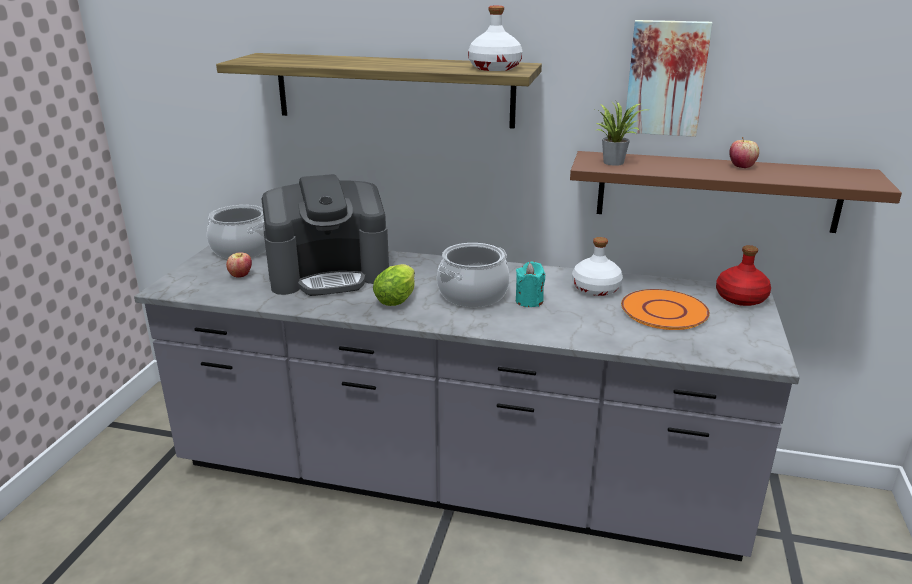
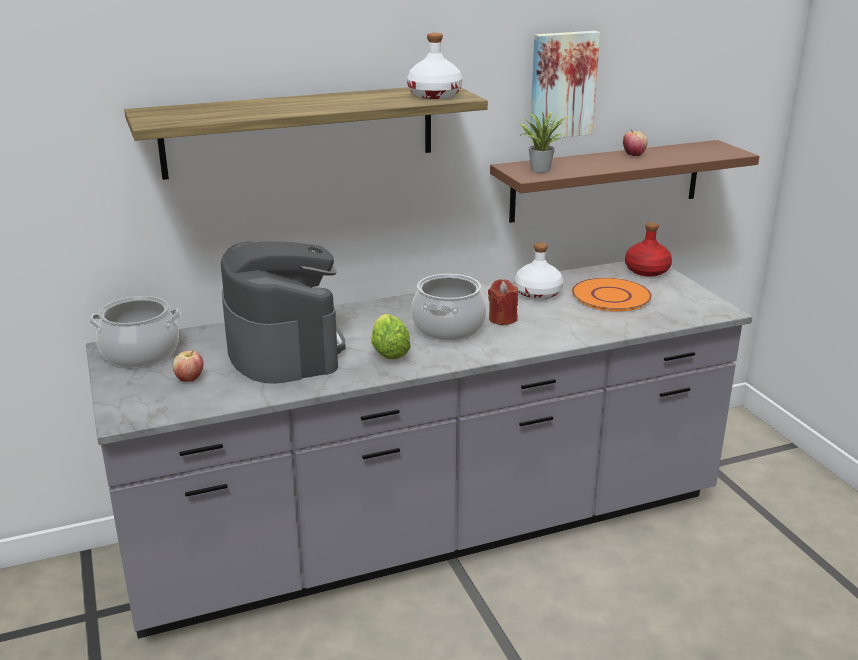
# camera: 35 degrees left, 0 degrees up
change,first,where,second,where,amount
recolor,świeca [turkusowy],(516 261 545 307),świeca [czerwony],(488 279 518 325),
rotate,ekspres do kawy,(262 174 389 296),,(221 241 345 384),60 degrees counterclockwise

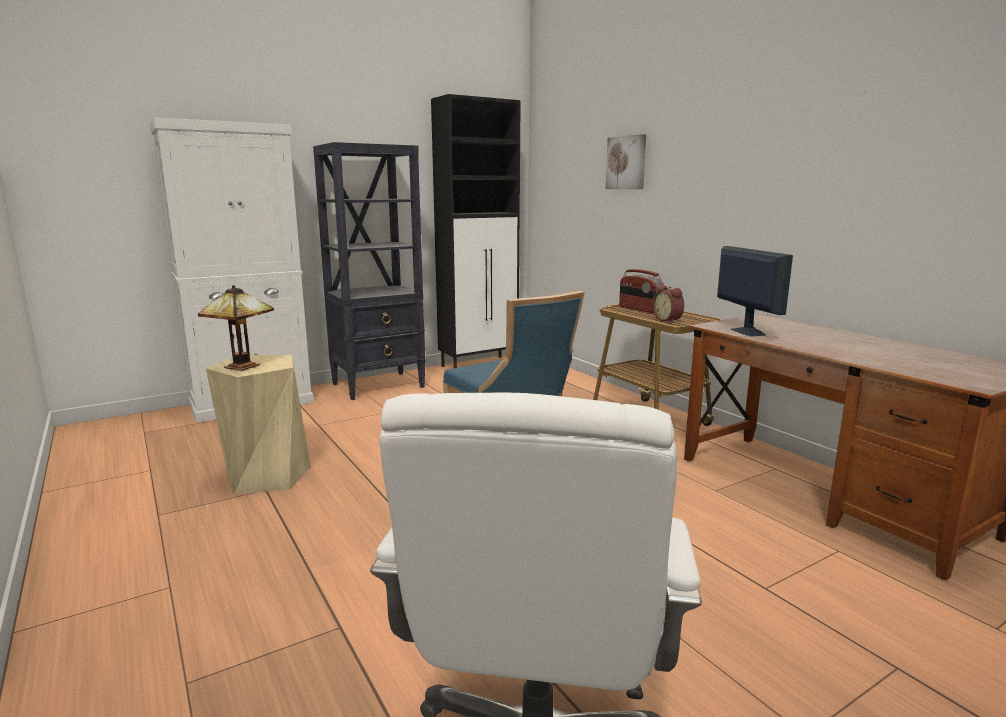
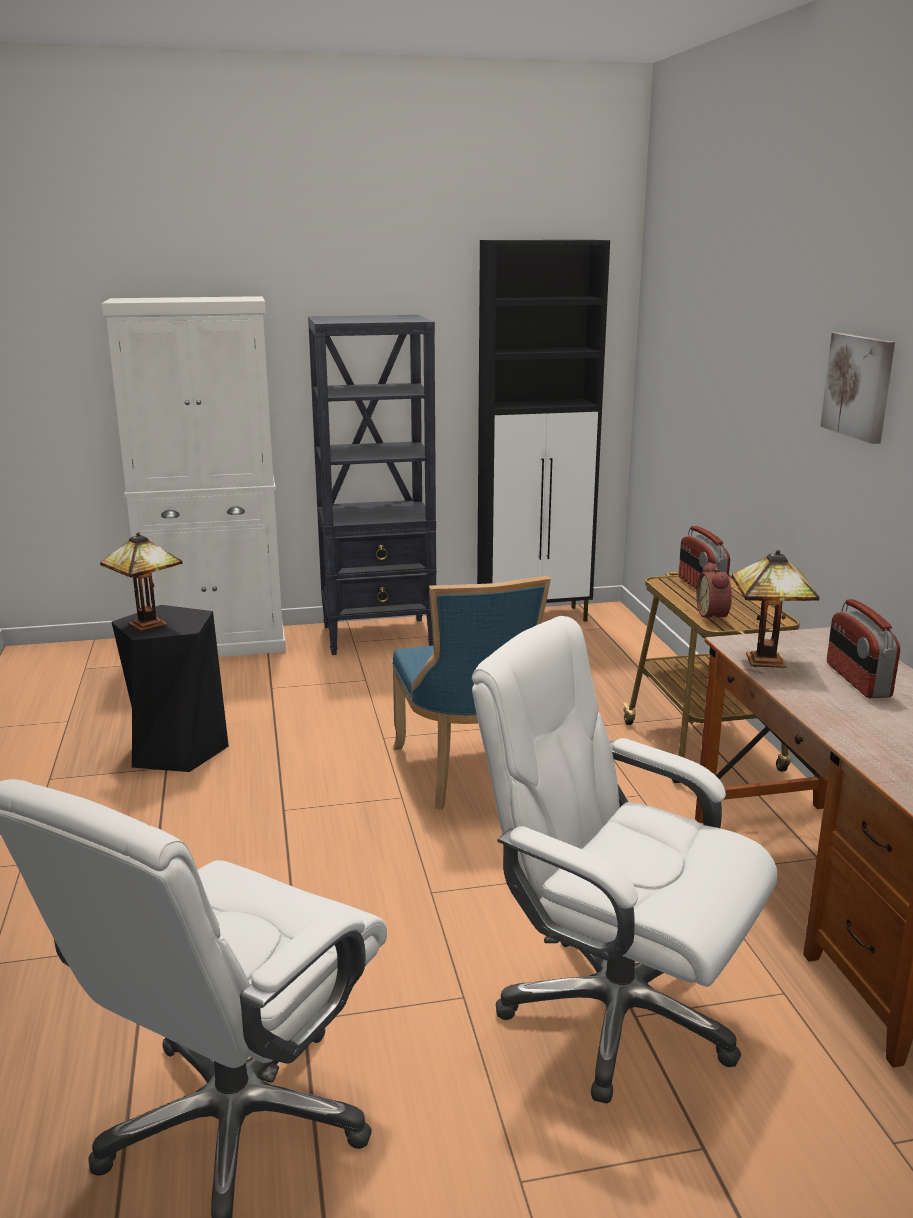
# camera: 20 degrees right, 5 degrees up
change,first,where,second,where,amount
insert,,,krzesło biurowe [biały],(472 616 778 1104),
insert,,,radio,(827 599 900 698),
move,obraz,(606 134 646 189),,(820 333 895 444),
replace,monitor,(717 246 793 336),lampa stołowa,(732 550 820 669),
recolor,stołek [beżowy],(206 355 311 494),stołek [czarny],(112 605 229 772),

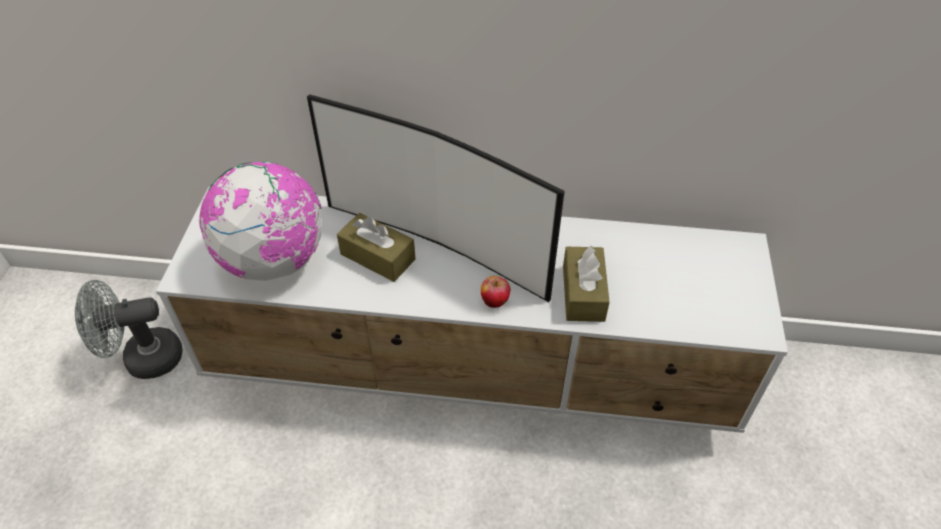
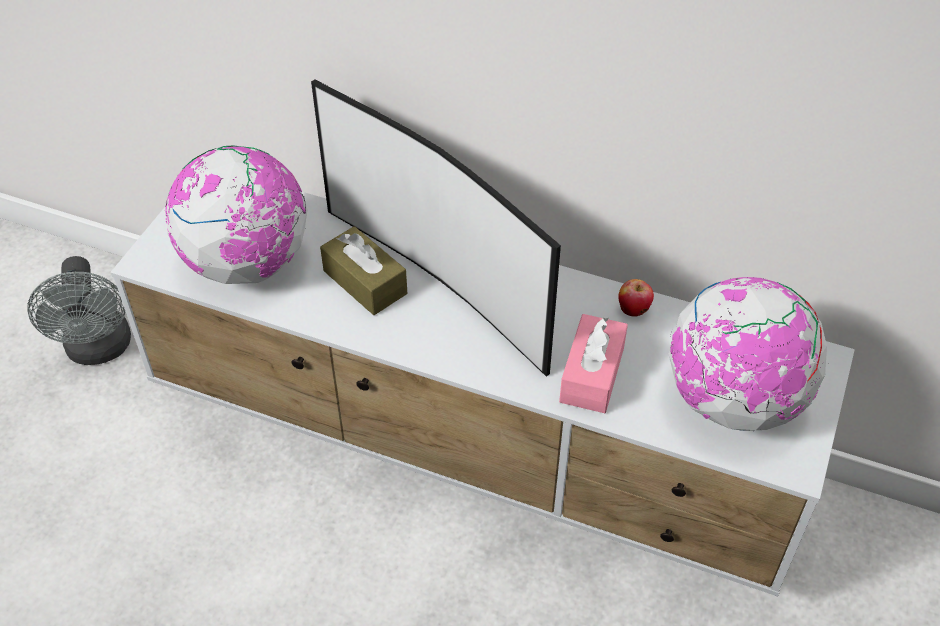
# camera: 15 degrees right, 0 degrees up
change,first,where,second,where,amount
insert,,,globus,(669 277 829 431),
move,jabłko,(481 276 510 308),,(618 279 654 317),
recolor,pudełko chusteczek [brązowy],(563 245 610 322),pudełko chusteczek [różowy],(559 314 628 413),
rotate,wentylator [szary],(75 280 183 379),,(27 256 131 365),105 degrees counterclockwise

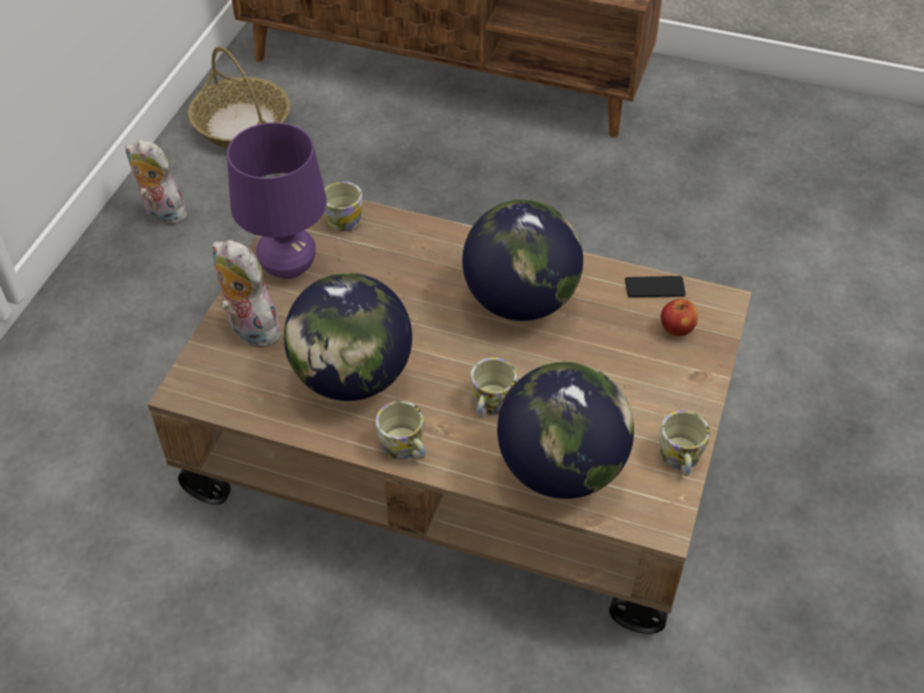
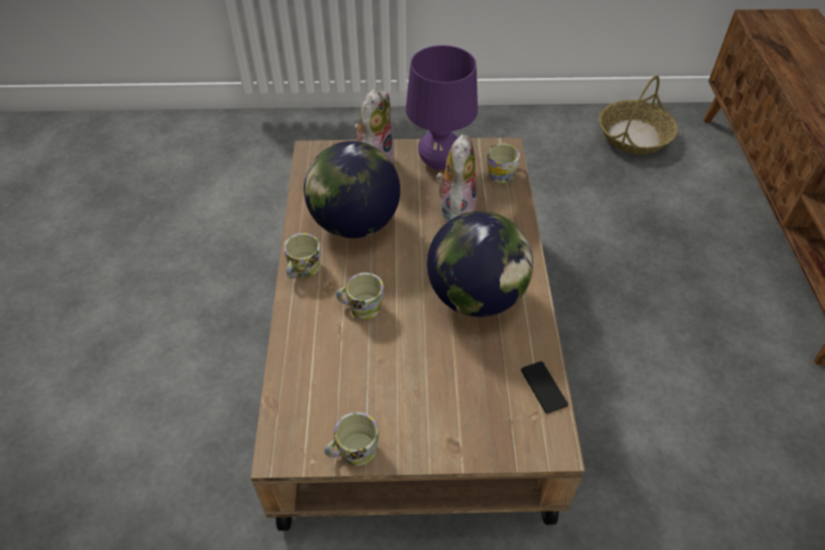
# camera: 70 degrees right, 0 degrees up
change,first,where,second,where,amount
delete,globus,(497 362 634 499),,,
delete,jabłko,(661 299 698 336),,,
move,pluszak,(125 139 187 226),,(436 134 477 222),

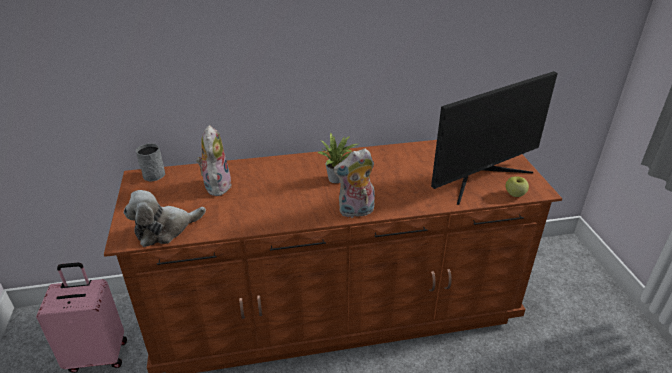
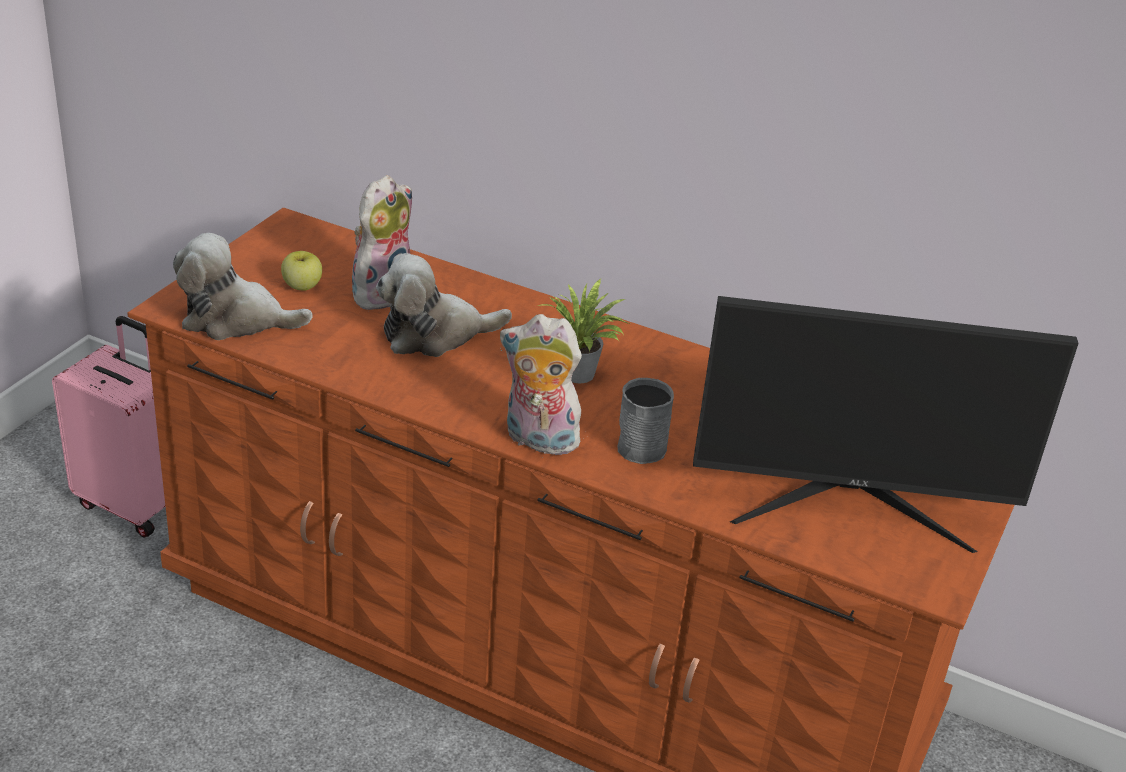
# camera: 35 degrees right, 0 degrees up
change,first,where,second,where,amount
insert,,,pluszak,(376 253 512 357),
move,kubek [szary],(136 143 165 181),,(618 378 674 464),
move,jabłko,(506 176 529 197),,(281 251 322 291),

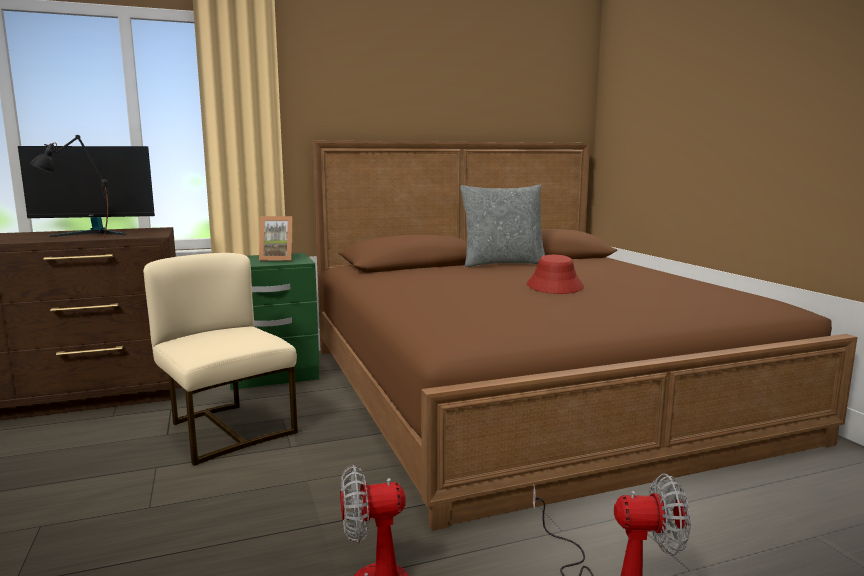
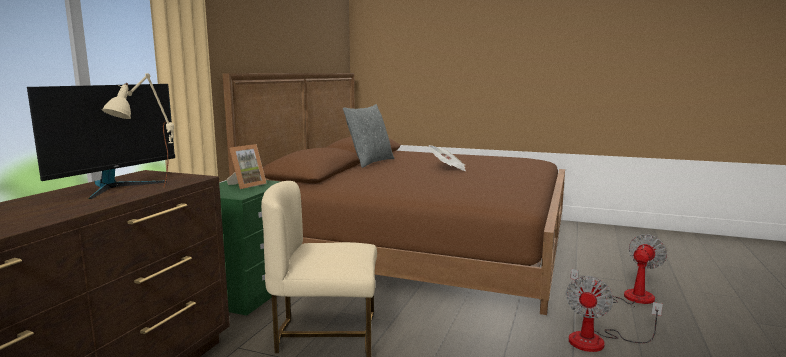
# camera: 50 degrees left, 0 degrees up
change,first,where,second,where,amount
replace,kapelusz [czerwony],(527 255 584 294),gazeta,(429 145 466 171),
recolor,lampa stołowa [czarny],(30 135 109 238),lampa stołowa [beżowy],(102 73 174 188),

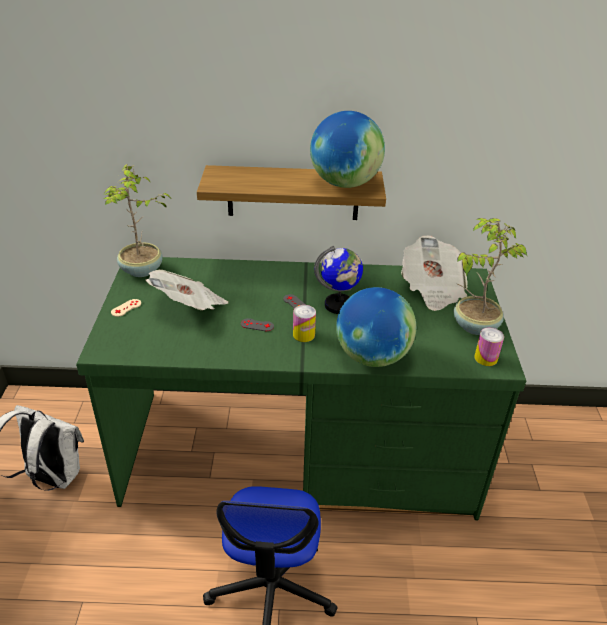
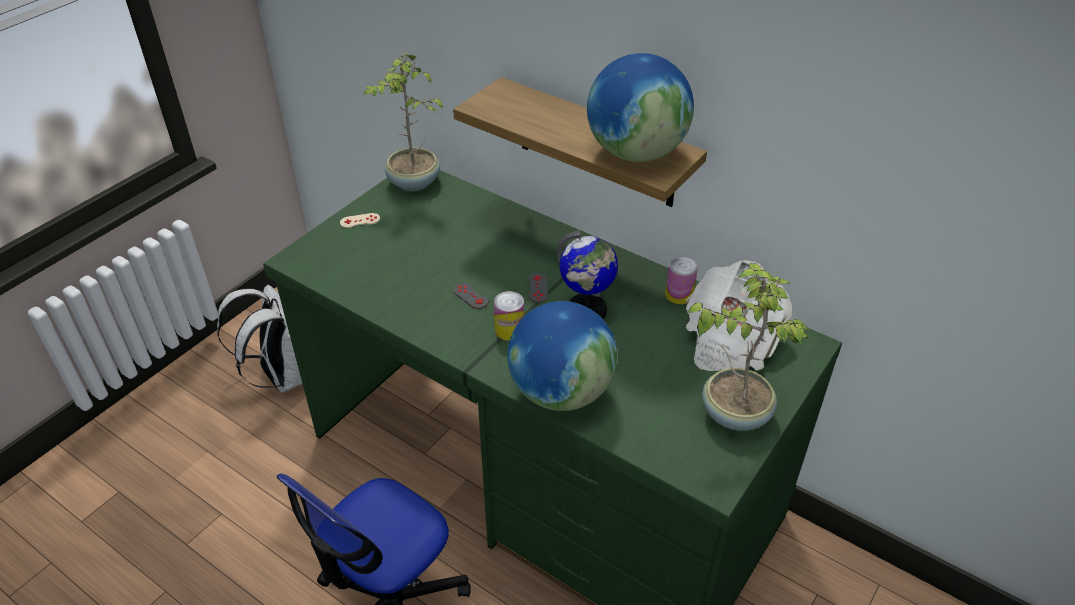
# camera: 35 degrees right, 5 degrees up
change,first,where,second,where,amount
delete,gazeta,(145 270 228 311),,,
move,puszka,(474 328 504 366),,(665 257 698 304),

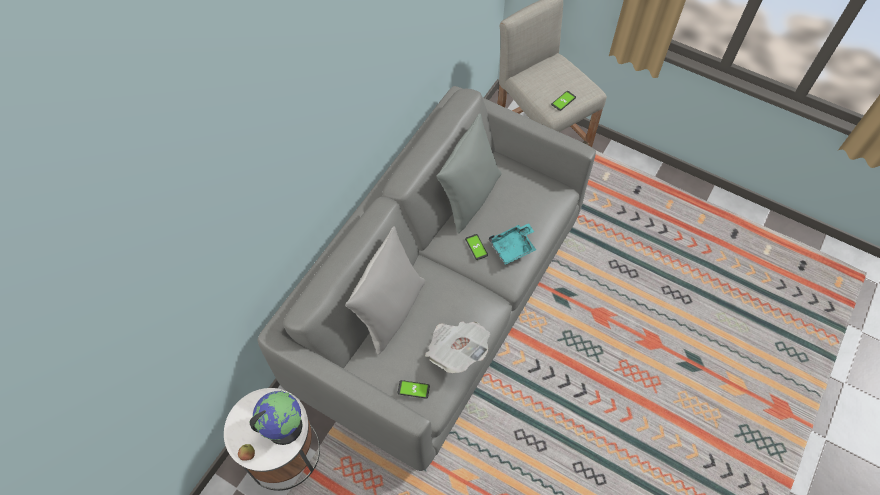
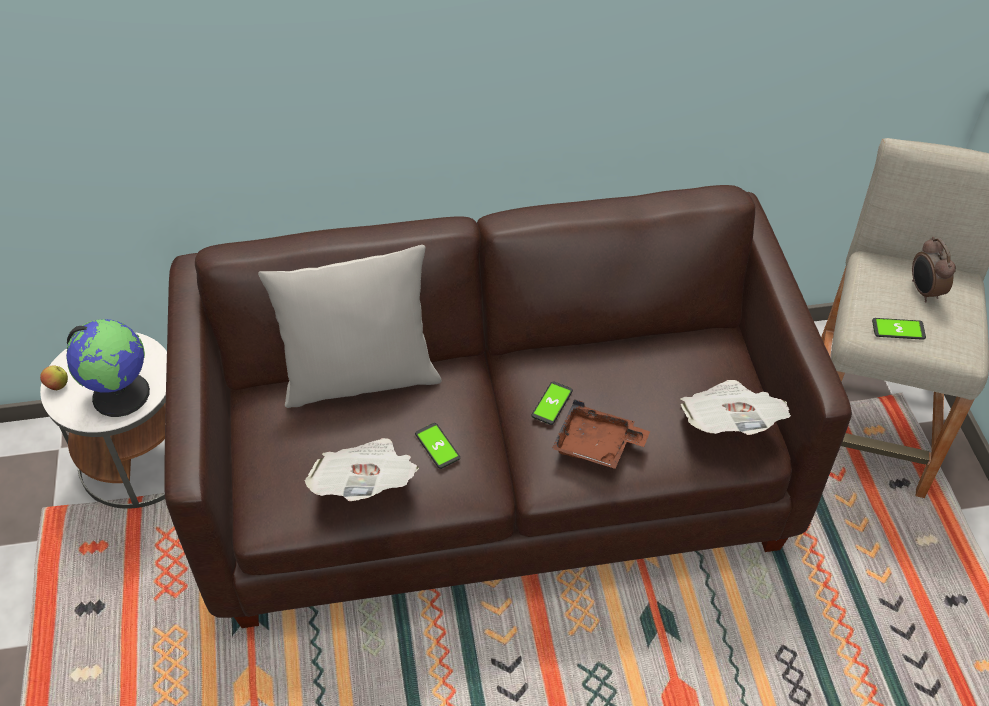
# camera: 50 degrees right, 10 degrees down
change,first,where,second,where,amount
delete,poduszka [szary],(436 114 501 233),,,
insert,,,gazeta,(680 380 791 435),
insert,,,budzik,(912 237 956 303),
move,telefon,(398 380 430 399),,(415 423 460 469),
recolor,kanapa [szary],(257 86 596 471),kanapa [brązowy],(164 185 852 628),
recolor,taca [turkusowy],(489 223 536 265),taca [brązowy],(552 399 650 469),

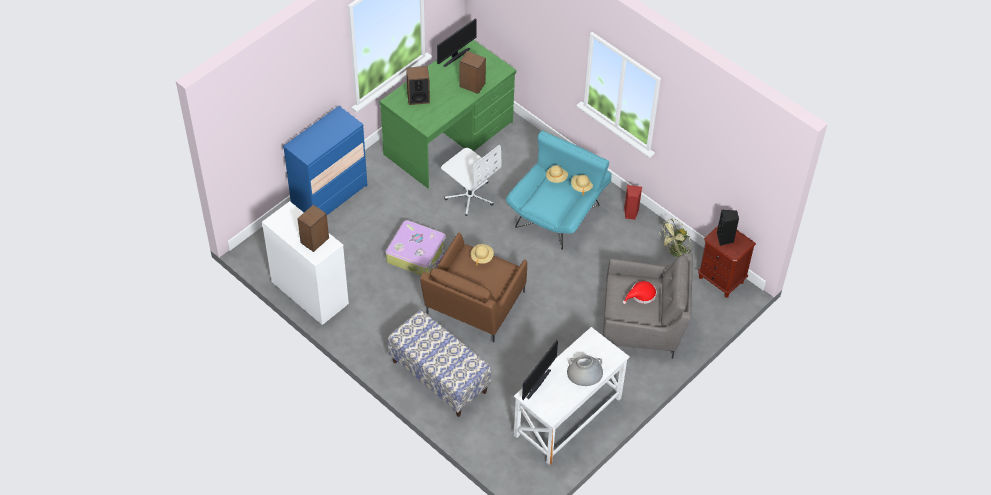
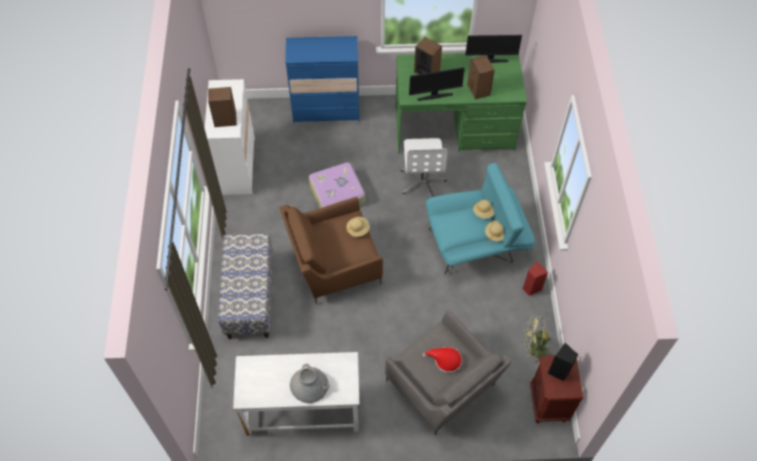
# camera: 45 degrees right, 5 degrees up
change,first,where,second,where,amount
move,monitor,(522 340 558 400),,(409 67 465 101),

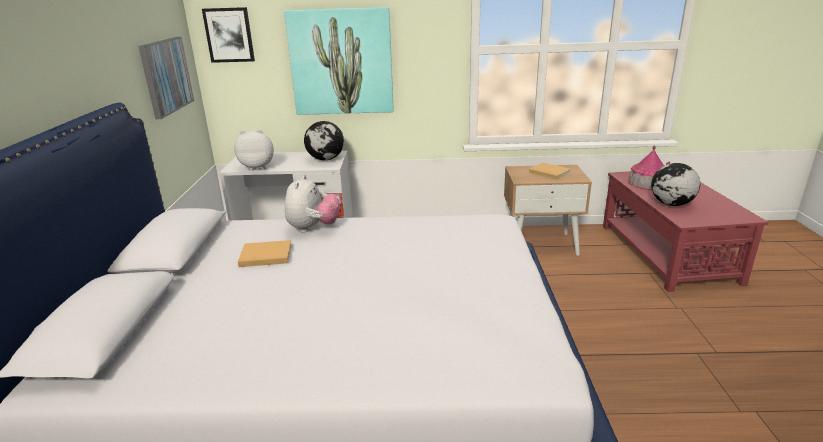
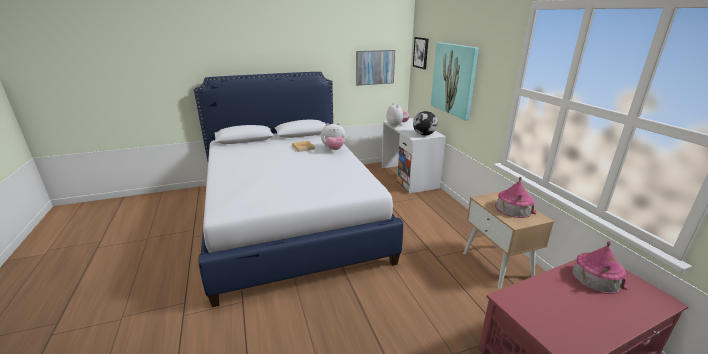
# camera: 70 degrees right, 0 degrees up
change,first,where,second,where,amount
delete,globus,(651 163 700 206),,,
replace,książka [beżowy],(529 163 570 180),domek,(495 177 536 218),

